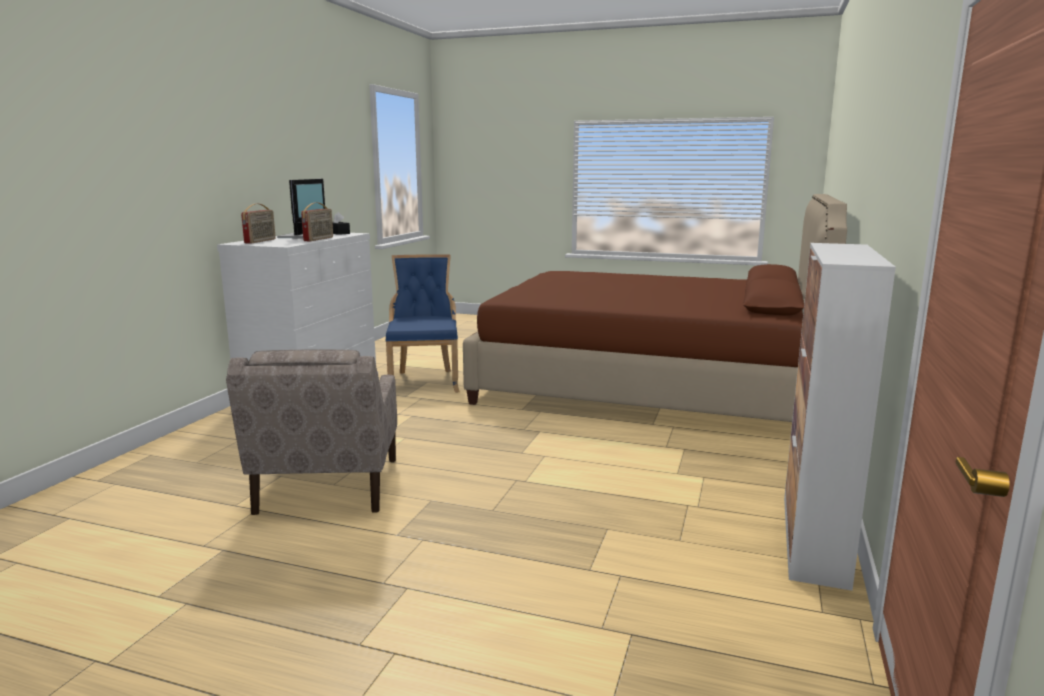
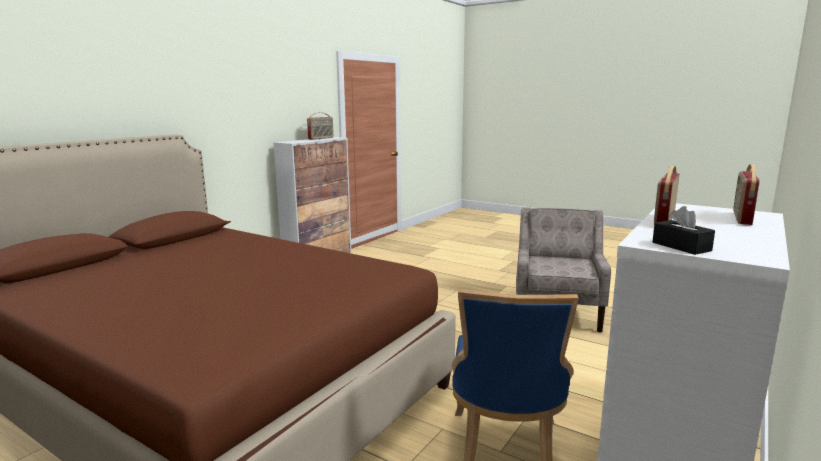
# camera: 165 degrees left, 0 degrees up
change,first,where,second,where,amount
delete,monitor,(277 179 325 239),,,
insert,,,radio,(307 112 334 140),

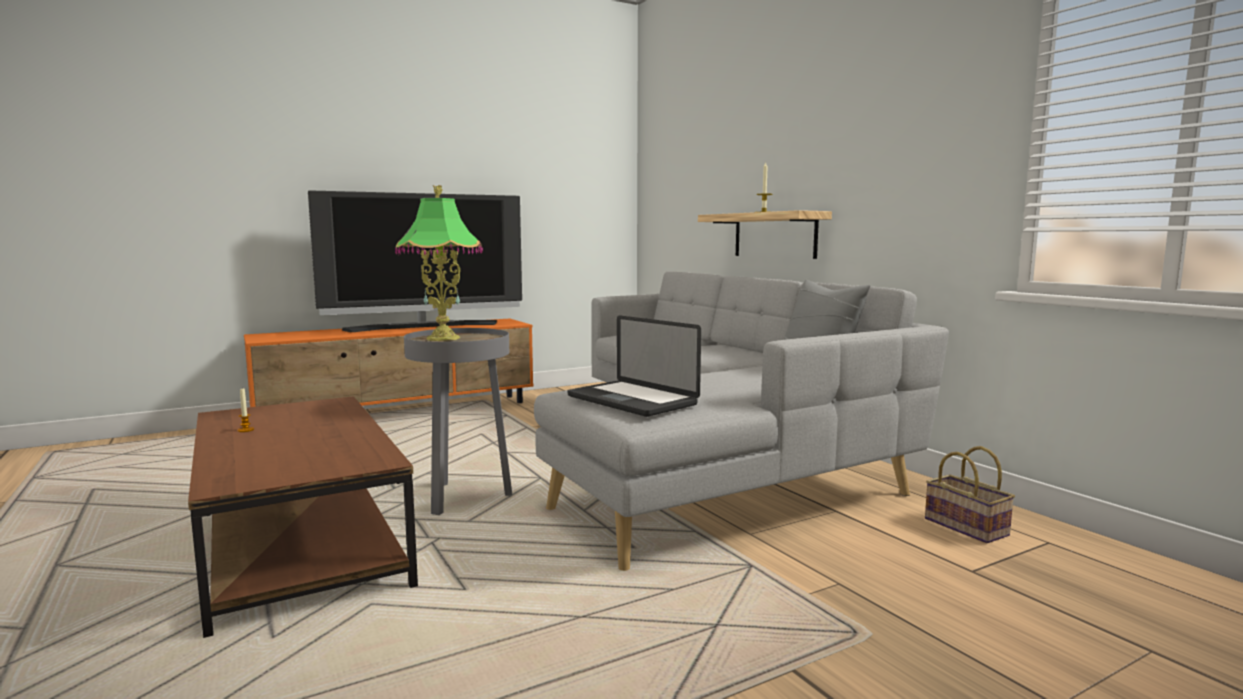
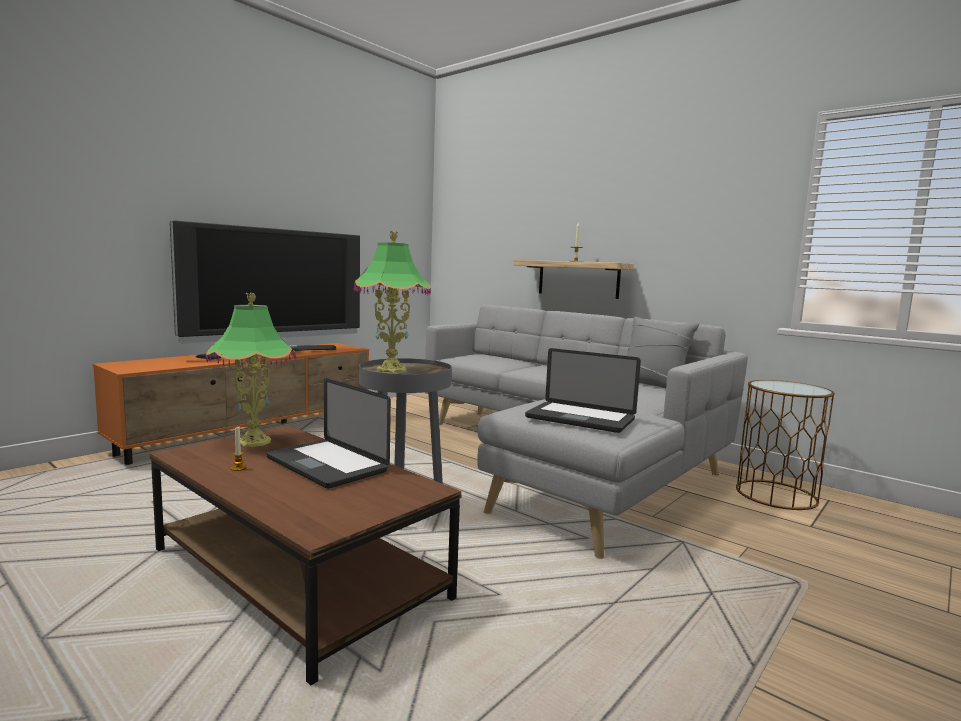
# camera: 20 degrees left, 0 degrees up
change,first,where,second,where,amount
insert,,,lampa stołowa,(206 293 297 447),
insert,,,laptop,(267 378 391 489),
replace,koszyk,(925 446 1015 543),stolik [brązowy],(736 380 835 510),

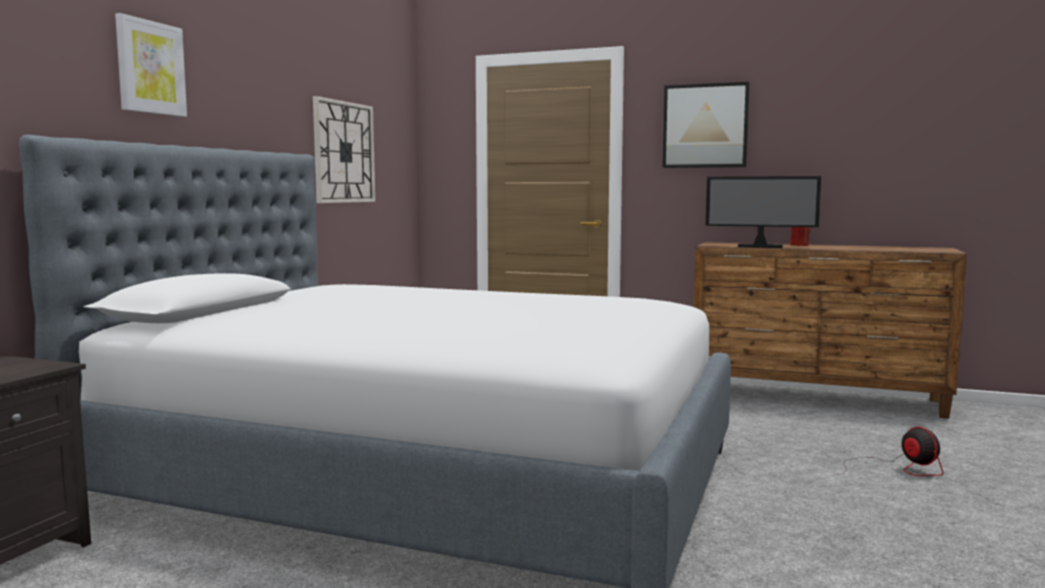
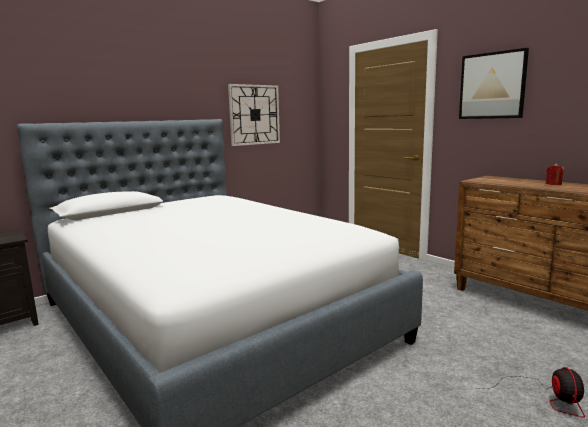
# camera: 30 degrees right, 5 degrees up
change,first,where,second,where,amount
delete,obraz,(115 13 187 117),,,
delete,monitor,(706 176 821 248),,,

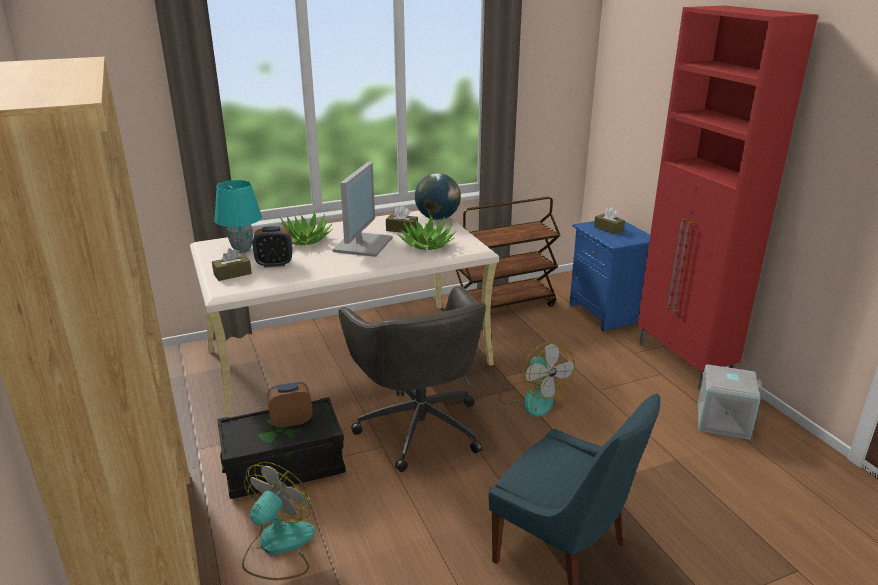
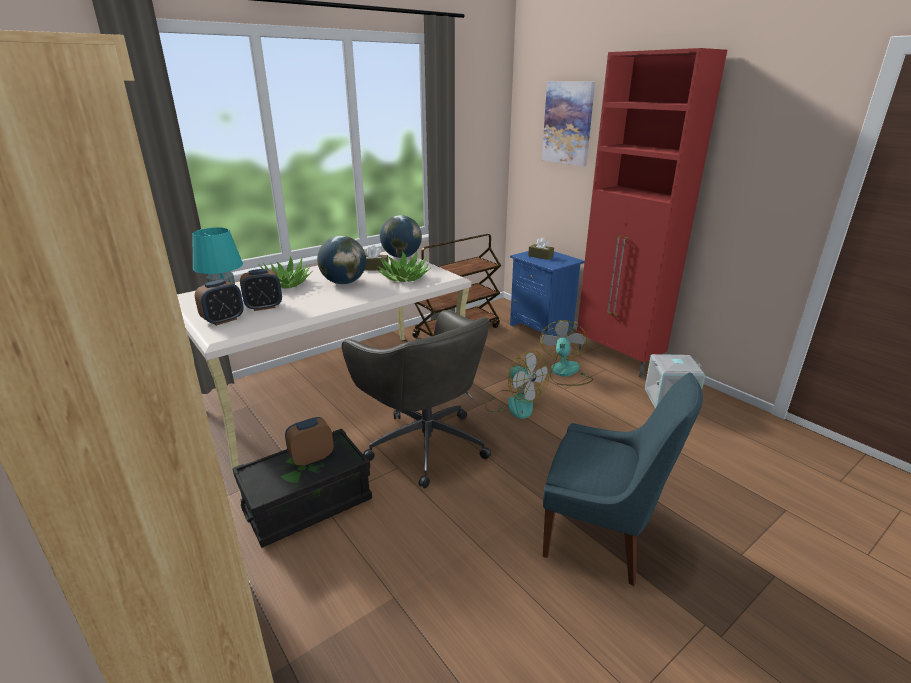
# camera: 15 degrees left, 0 degrees up
change,first,where,second,where,amount
insert,,,obraz,(542 81 595 166),
move,wentylator,(242 462 316 580),,(540 320 593 386),
replace,pudełko chusteczek [brązowy],(212 248 252 281),budzik,(195 279 244 326),
replace,monitor,(332 162 392 257),globus,(317 236 366 284),

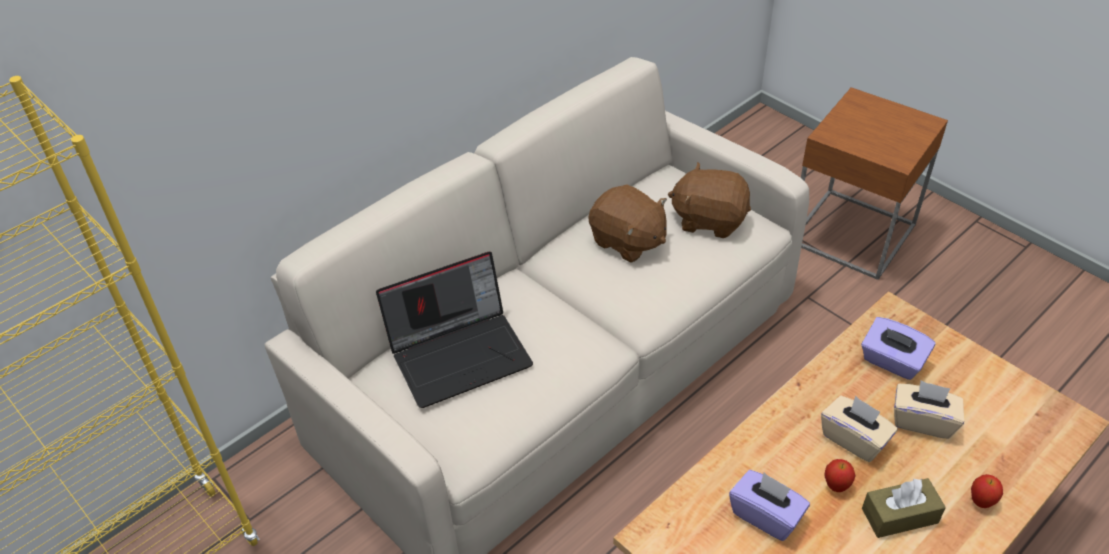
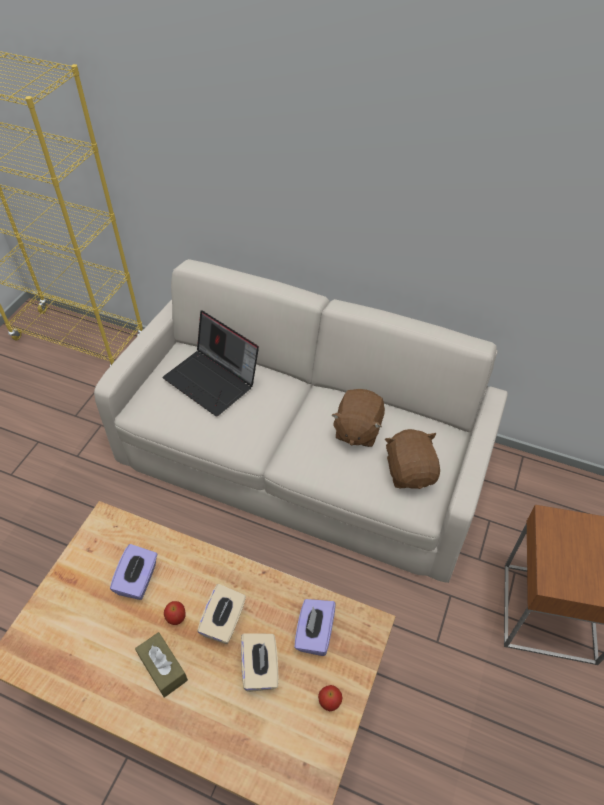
# camera: 65 degrees right, 5 degrees up
change,first,where,second,where,amount
move,jabłko,(971 474 1003 508),,(318 685 342 711),

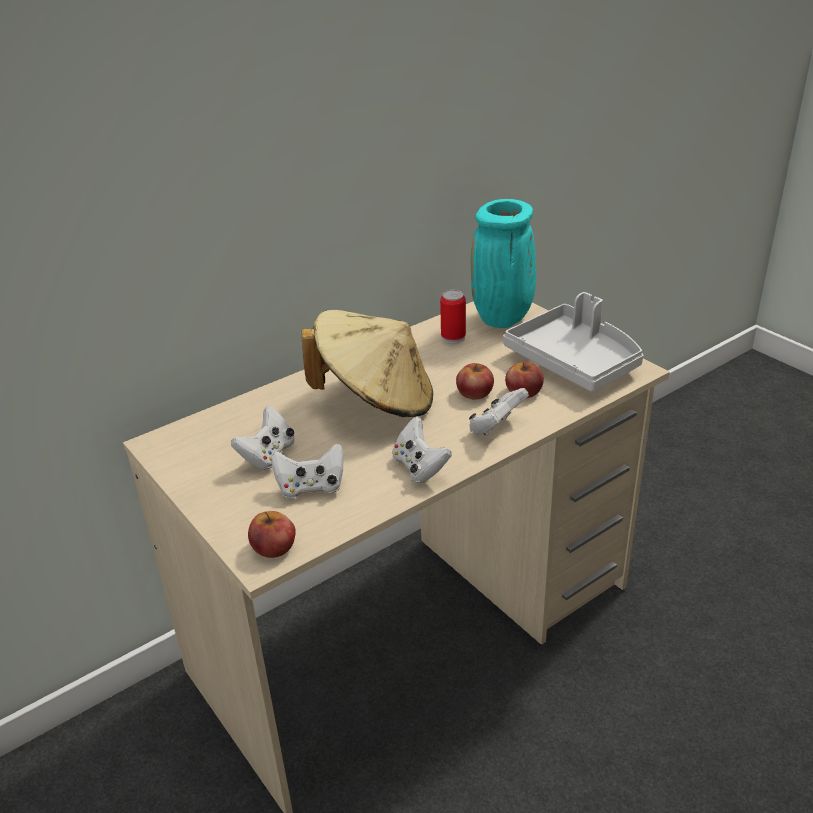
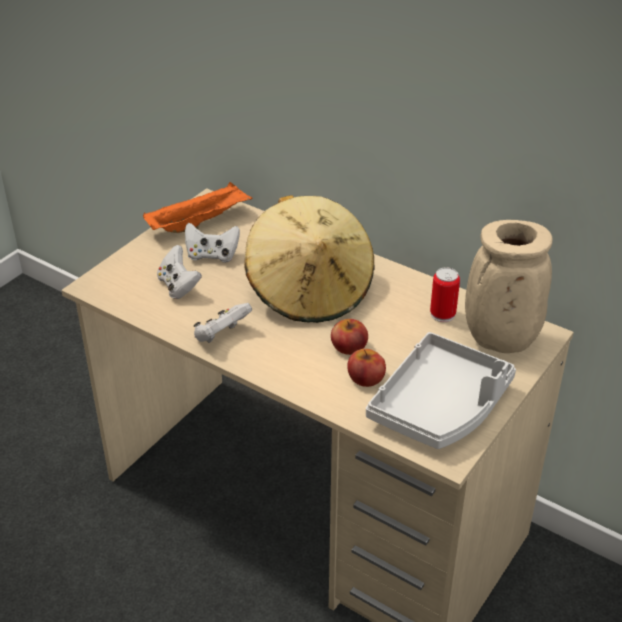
# camera: 70 degrees right, 5 degrees up
change,first,where,second,where,amount
delete,jabłko,(248 511 296 558),,,
delete,pad do gier [biały],(469 388 529 435),,,
insert,,,taca [pomarańczowy],(143 182 252 233),
recolor,wazon [turkusowy],(470 199 536 328),wazon [beżowy],(465 220 553 353),

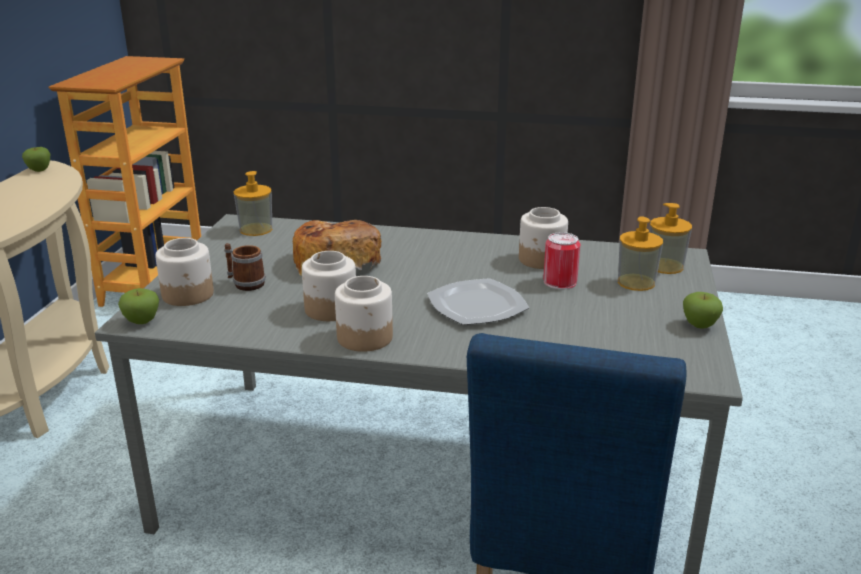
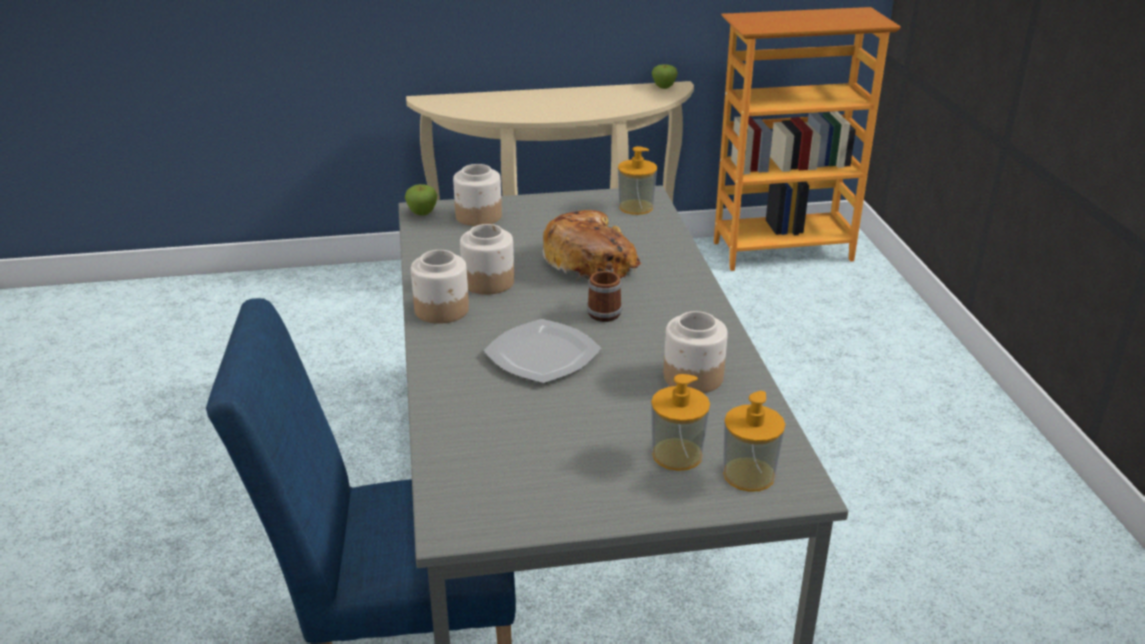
# camera: 70 degrees right, 5 degrees up
change,first,where,second,where,amount
delete,puszka,(543 232 580 290),,,
delete,jabłko,(683 292 723 328),,,
move,kubek,(224 243 266 291),,(587 263 622 322),

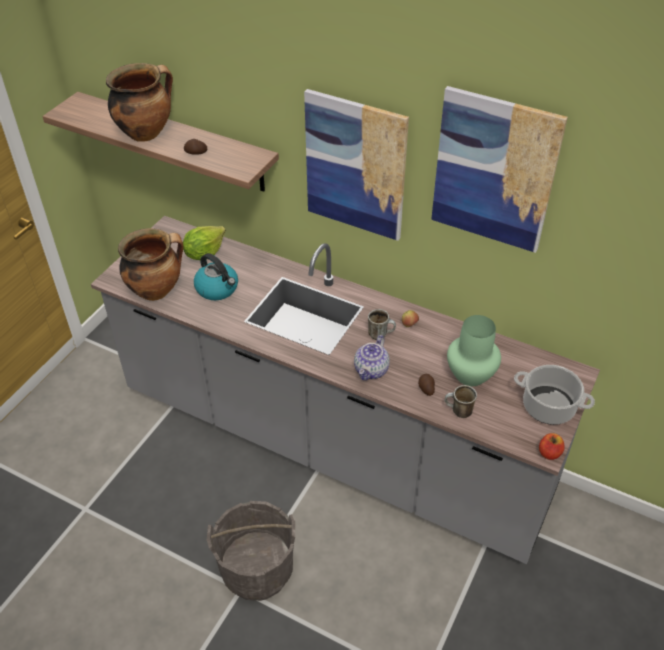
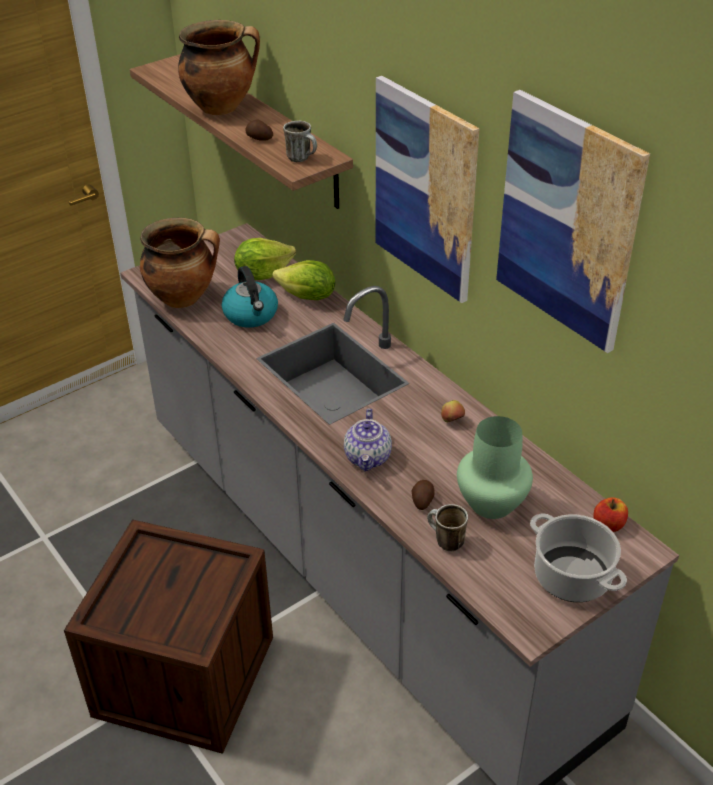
# camera: 25 degrees right, 5 degrees down
change,first,where,second,where,amount
insert,,,sałata,(272 260 335 300),
move,kubek,(368 309 396 340),,(283 121 317 162),
move,jabłko,(539 433 565 460),,(593 497 628 532),
replace,wiadro [szary],(207 501 295 601),skrzynka,(64 519 273 754),
rotate,imbryk,(354 335 390 380),,(344 408 392 471),45 degrees counterclockwise

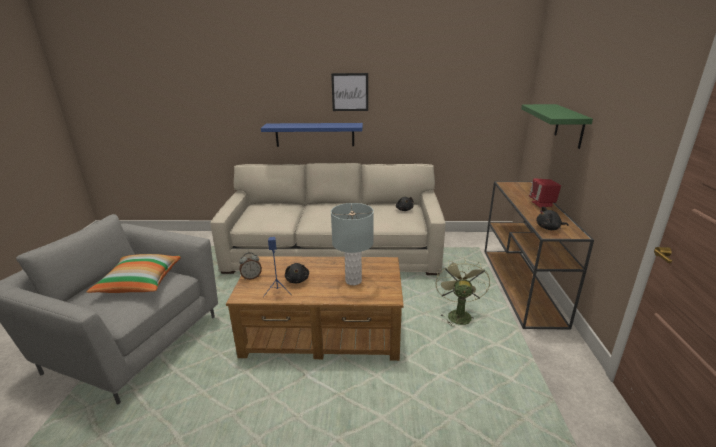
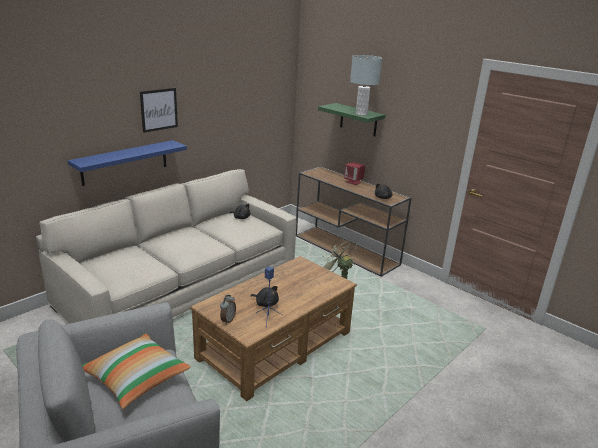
# camera: 50 degrees left, 0 degrees up
change,first,where,second,where,amount
move,lampa stołowa [szary],(331 203 374 285),,(350 55 382 115),

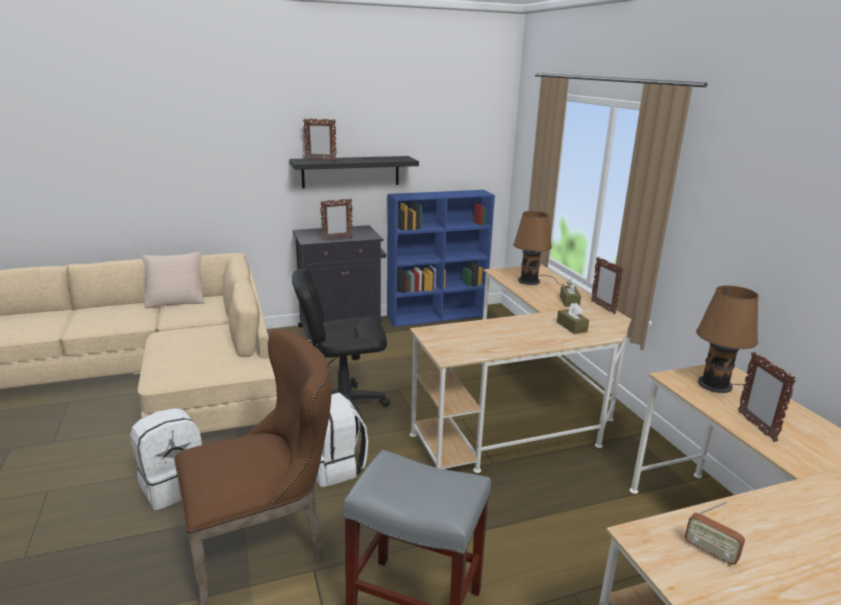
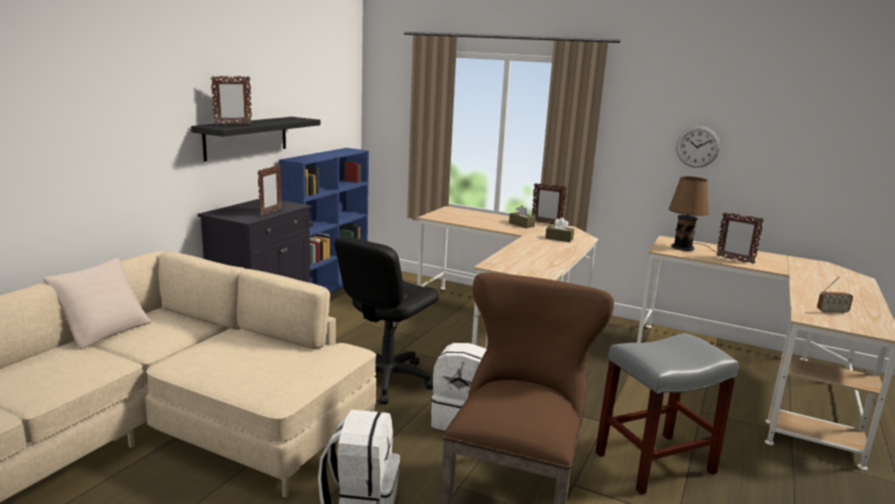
# camera: 45 degrees left, 5 degrees down
change,first,where,second,where,amount
delete,lampa stołowa [brązowy],(513 211 564 285),,,
insert,,,zegar ścienny,(676 126 720 168),

